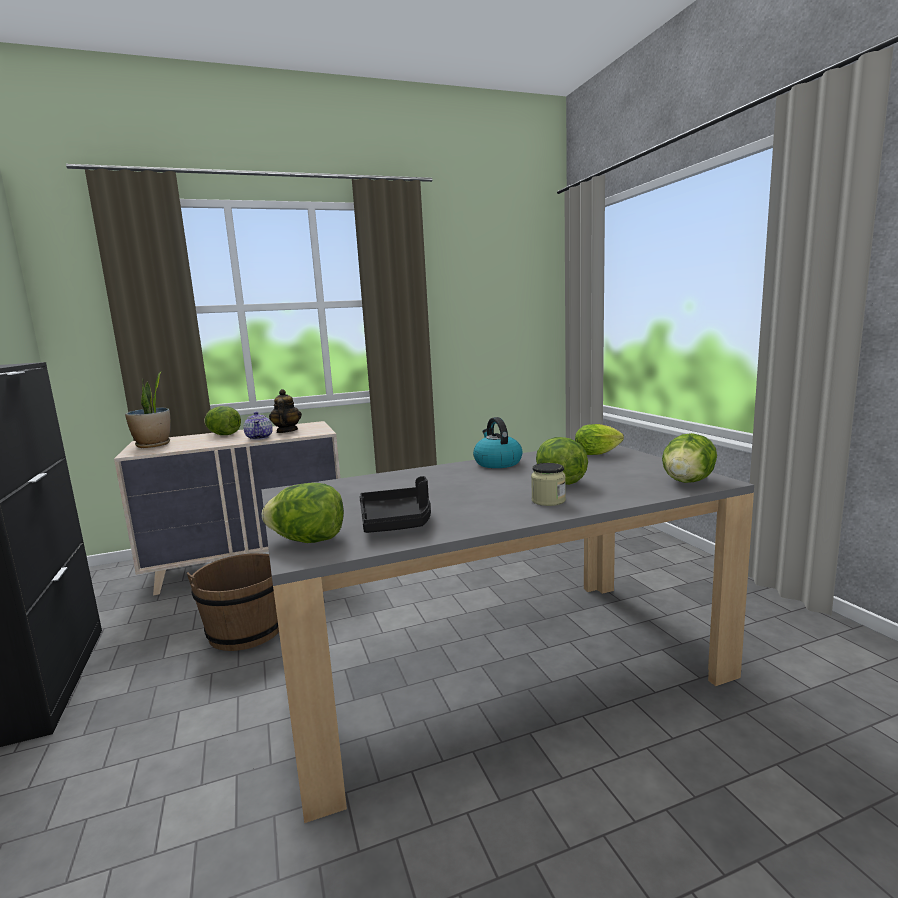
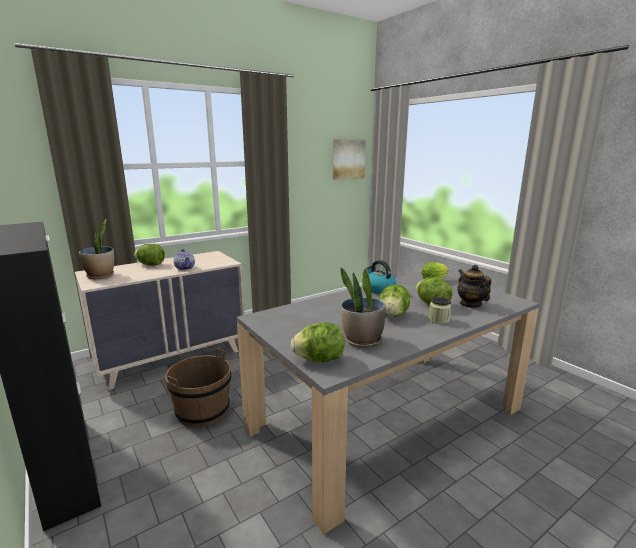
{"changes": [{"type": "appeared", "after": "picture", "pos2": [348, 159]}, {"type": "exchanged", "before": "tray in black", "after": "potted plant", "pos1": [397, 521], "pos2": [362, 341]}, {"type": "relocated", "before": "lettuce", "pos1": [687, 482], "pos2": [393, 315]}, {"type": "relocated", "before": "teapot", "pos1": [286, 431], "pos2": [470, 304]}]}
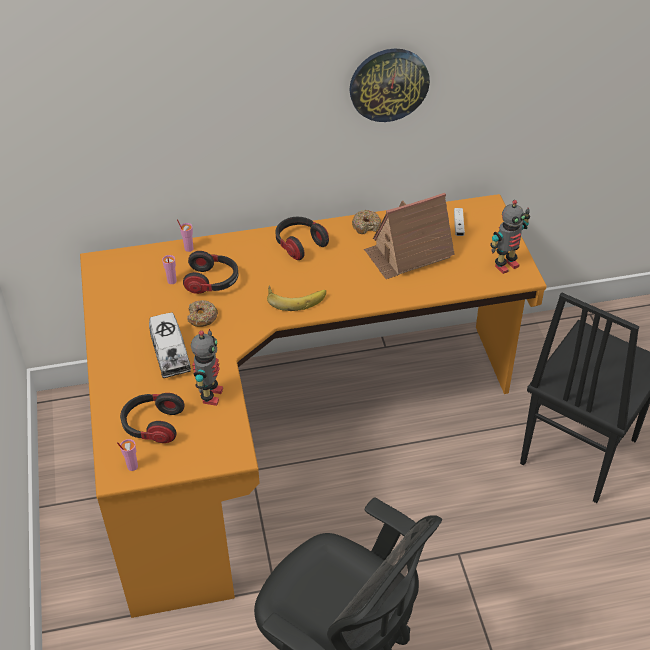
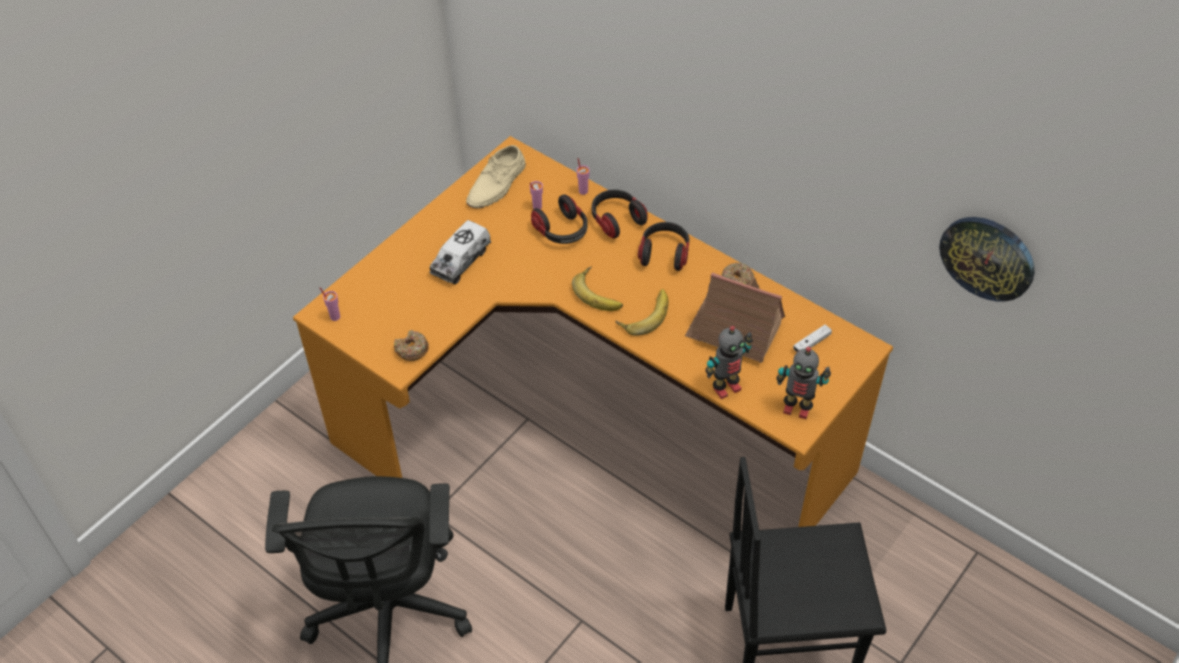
{"changes": [{"type": "relocated", "before": "donut", "pos1": [202, 317], "pos2": [412, 350]}, {"type": "appeared", "after": "shoe in beige", "pos2": [497, 184]}, {"type": "relocated", "before": "headphones", "pos1": [152, 425], "pos2": [616, 220]}, {"type": "appeared", "after": "banana", "pos2": [644, 314]}, {"type": "relocated", "before": "toy robot", "pos1": [210, 395], "pos2": [725, 387]}, {"type": "relocated", "before": "wall clock", "pos1": [388, 84], "pos2": [987, 257]}]}
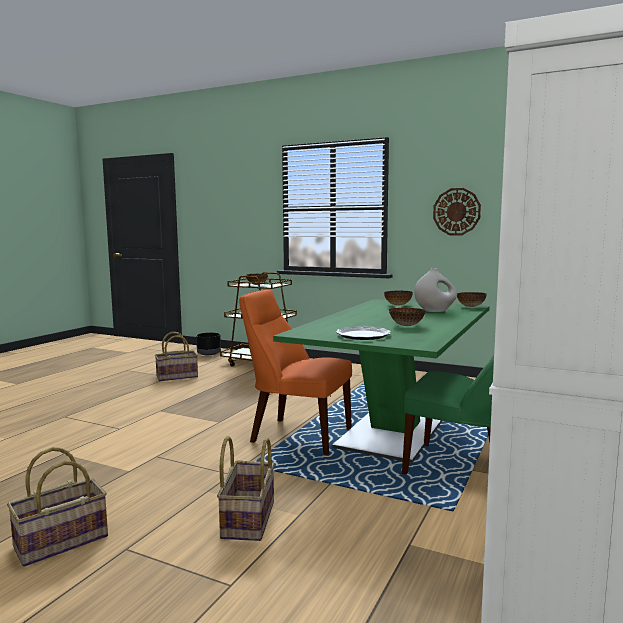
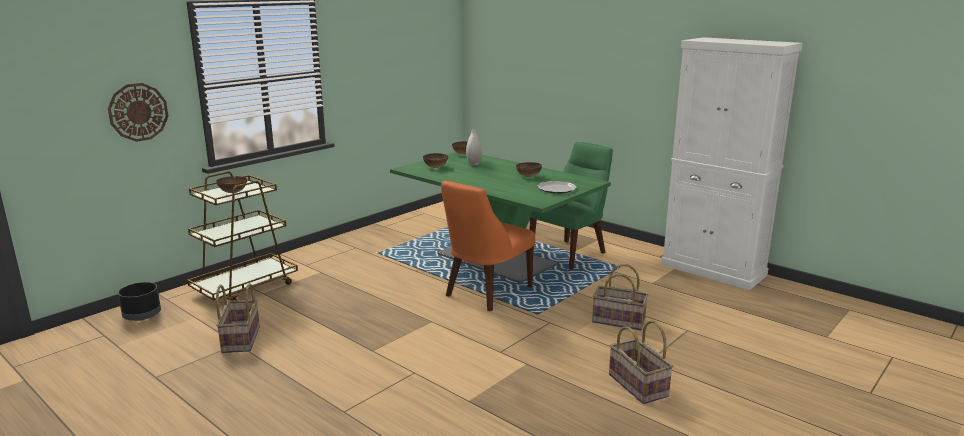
{"changes": [{"type": "relocated", "before": "wall clock", "pos1": [456, 211], "pos2": [138, 112]}]}
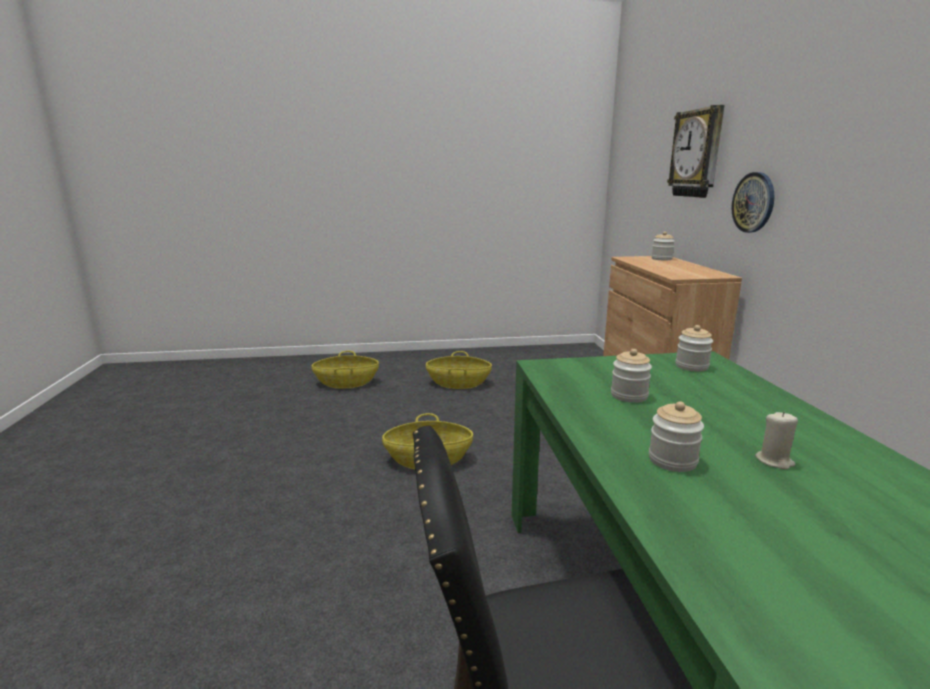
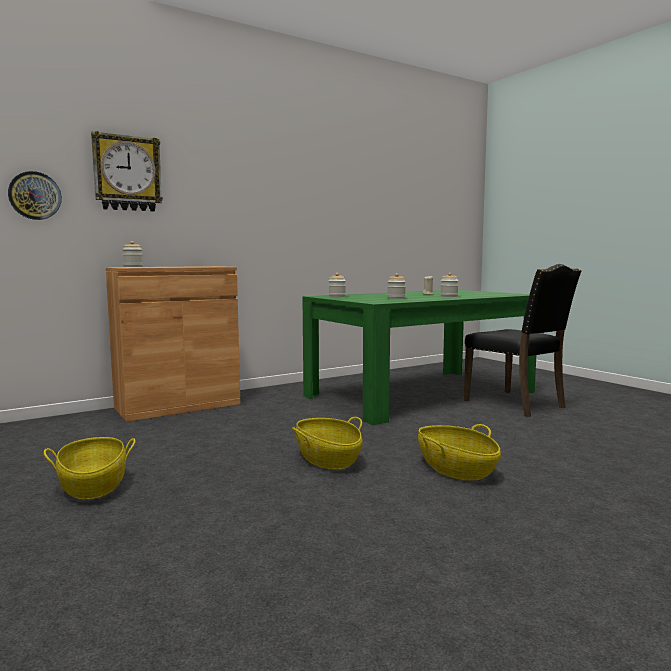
{"changes": [{"type": "relocated", "before": "wall clock", "pos1": [753, 202], "pos2": [35, 195]}, {"type": "relocated", "before": "basket", "pos1": [346, 383], "pos2": [456, 469]}]}
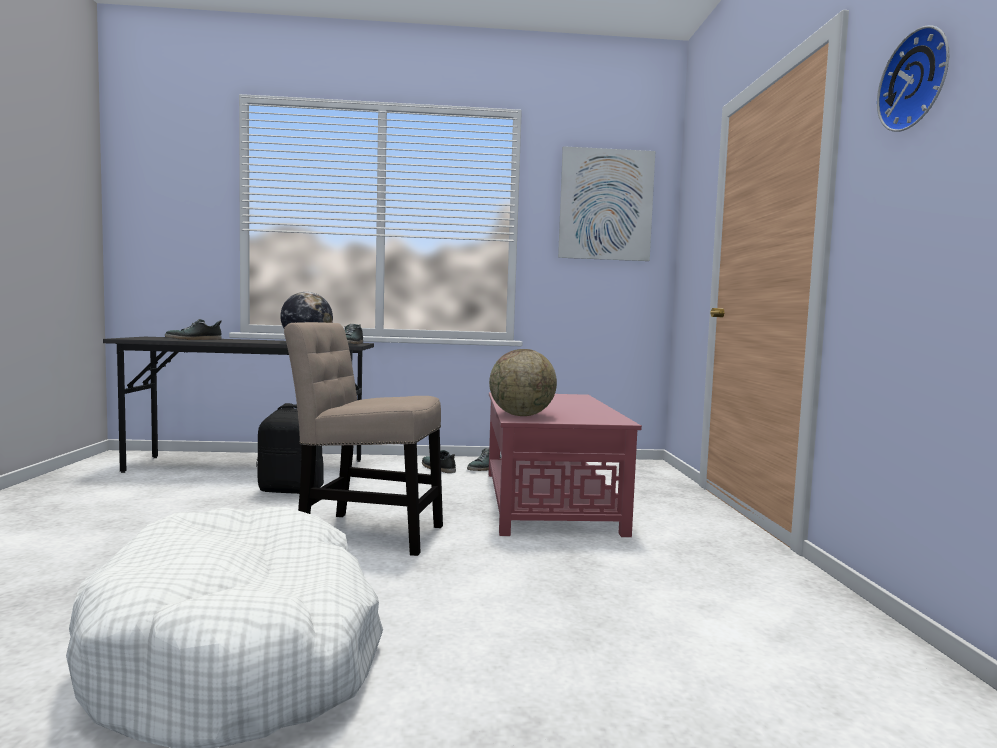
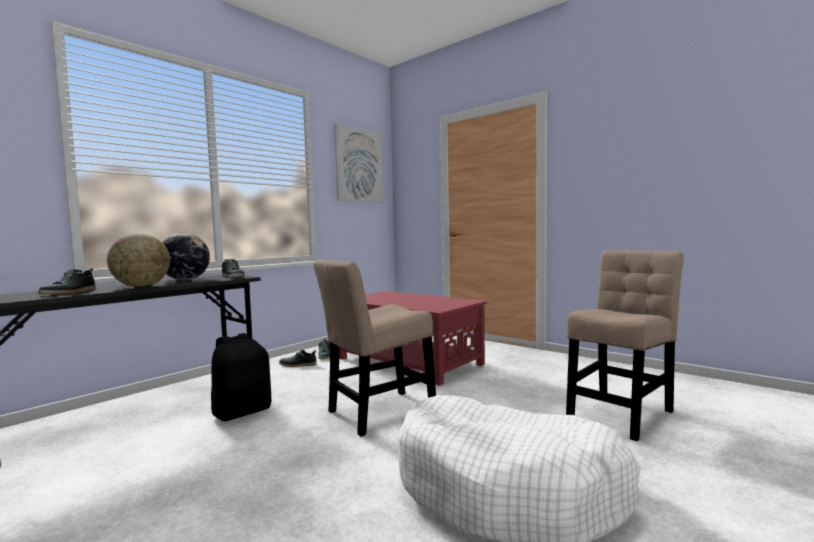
{"changes": [{"type": "relocated", "before": "globe", "pos1": [521, 415], "pos2": [141, 286]}, {"type": "appeared", "after": "chair in beige", "pos2": [621, 413]}, {"type": "missing", "before": "wall clock", "pos1": [918, 80]}]}
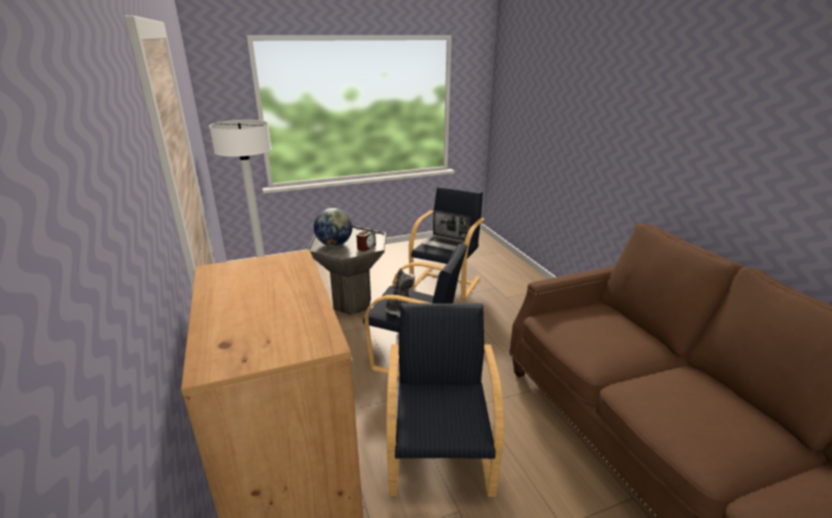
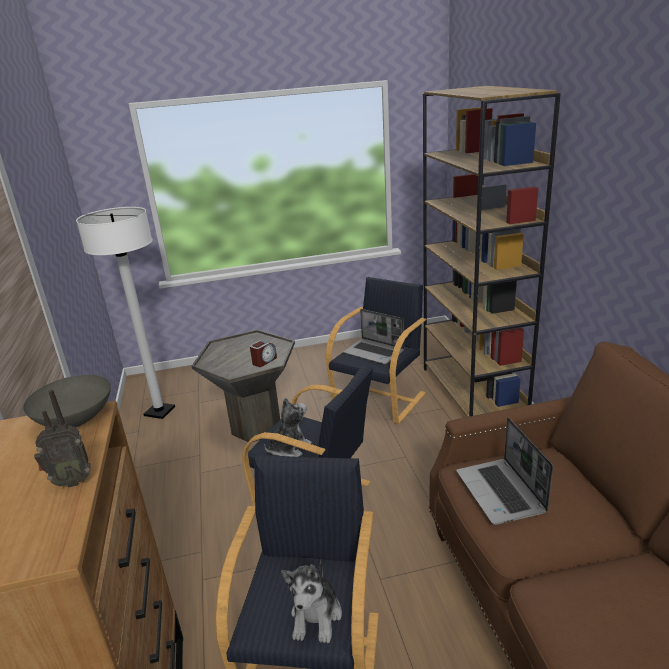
{"changes": [{"type": "appeared", "after": "bowl in grey", "pos2": [75, 421]}, {"type": "appeared", "after": "radio", "pos2": [71, 481]}, {"type": "appeared", "after": "plush toy", "pos2": [316, 616]}, {"type": "appeared", "after": "bookcase in brown", "pos2": [473, 392]}, {"type": "appeared", "after": "laptop", "pos2": [501, 493]}, {"type": "missing", "before": "globe", "pos1": [334, 244]}]}
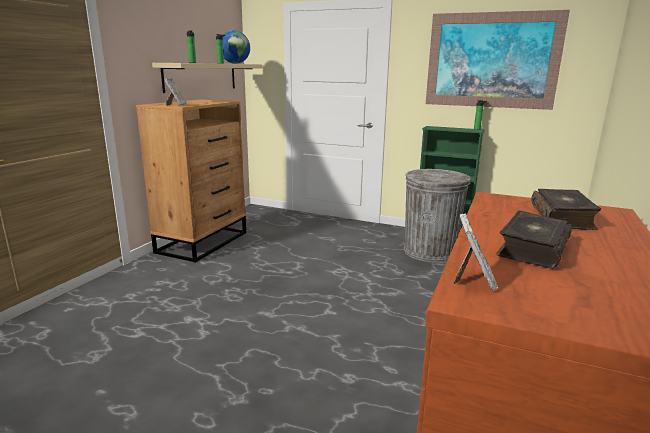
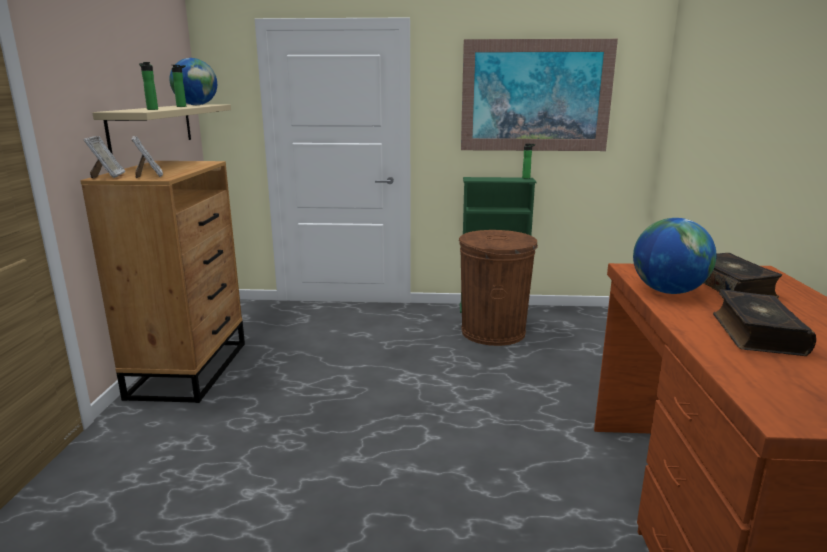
{"changes": [{"type": "relocated", "before": "picture frame", "pos1": [473, 280], "pos2": [108, 176]}, {"type": "colour", "before": "trash can in grey", "after": "trash can in brown", "pos1": [430, 252], "pos2": [493, 332]}, {"type": "appeared", "after": "globe", "pos2": [667, 291]}]}
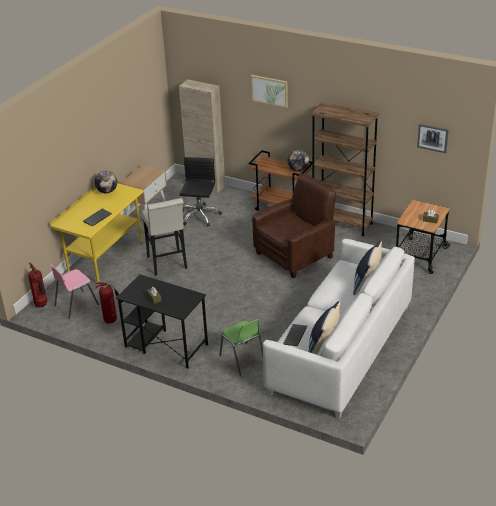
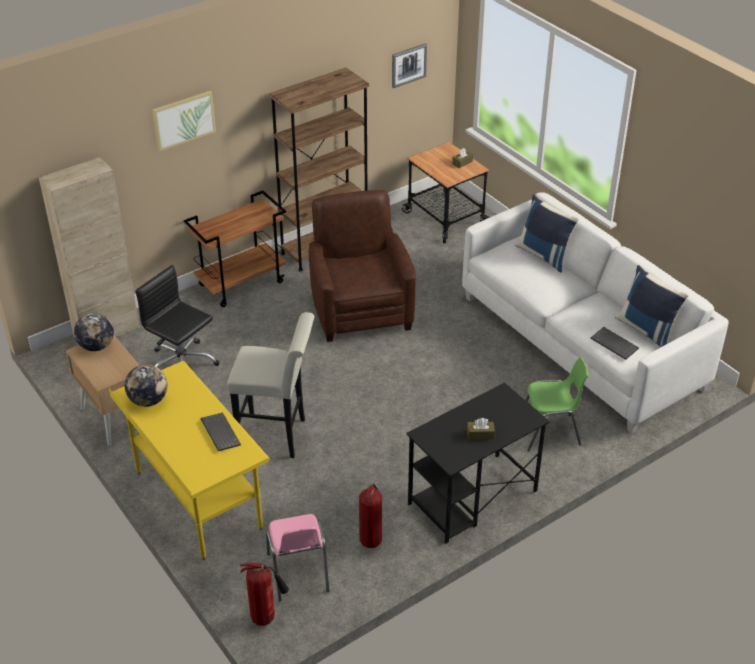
{"changes": [{"type": "relocated", "before": "globe", "pos1": [298, 169], "pos2": [96, 346]}]}
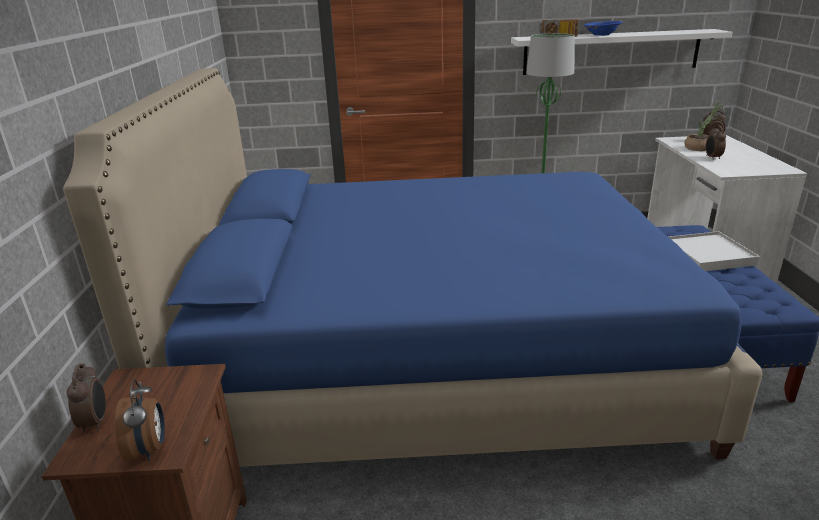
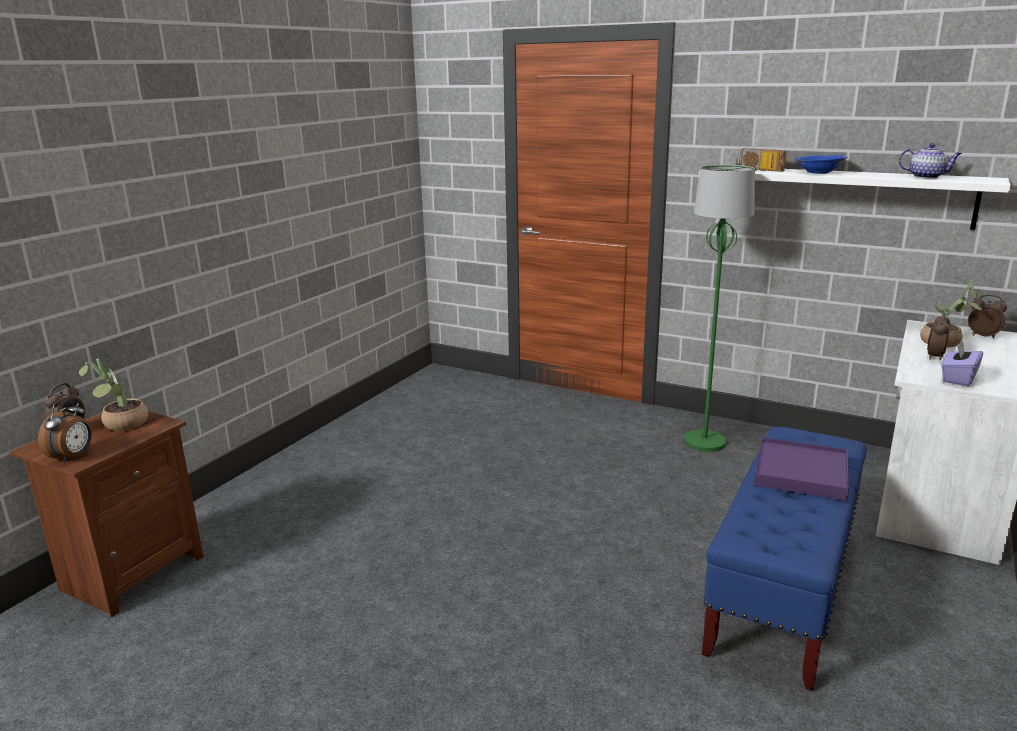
{"changes": [{"type": "appeared", "after": "potted plant", "pos2": [122, 425]}, {"type": "colour", "before": "tray in white", "after": "tray in purple", "pos1": [708, 255], "pos2": [800, 472]}, {"type": "appeared", "after": "teapot", "pos2": [927, 177]}, {"type": "appeared", "after": "tissue box in purple", "pos2": [958, 378]}, {"type": "missing", "before": "bed in blue", "pos1": [433, 357]}]}
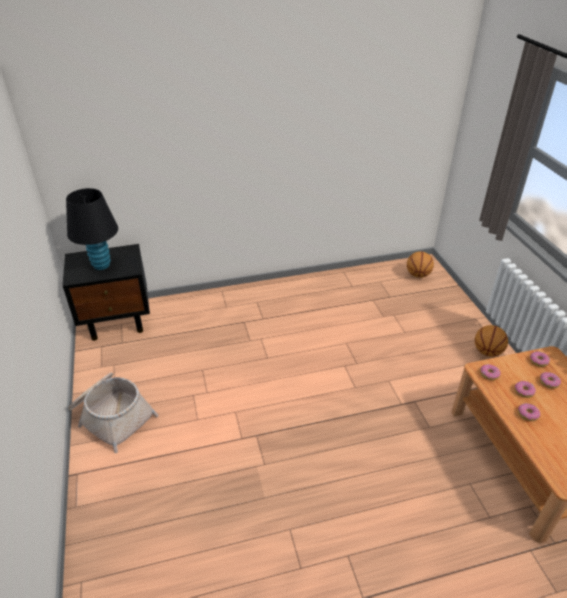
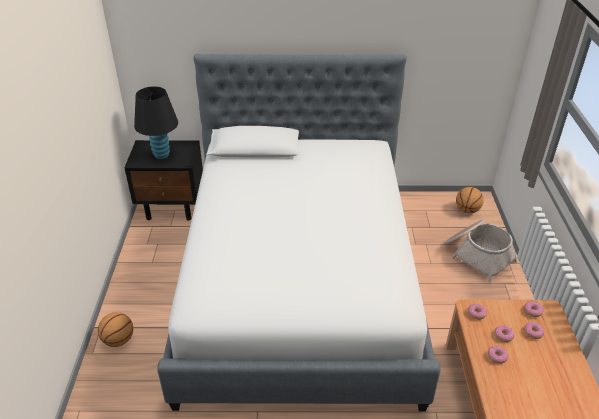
{"changes": [{"type": "relocated", "before": "basketball", "pos1": [487, 351], "pos2": [118, 340]}, {"type": "appeared", "after": "bed", "pos2": [299, 282]}, {"type": "relocated", "before": "basket", "pos1": [112, 416], "pos2": [477, 255]}]}
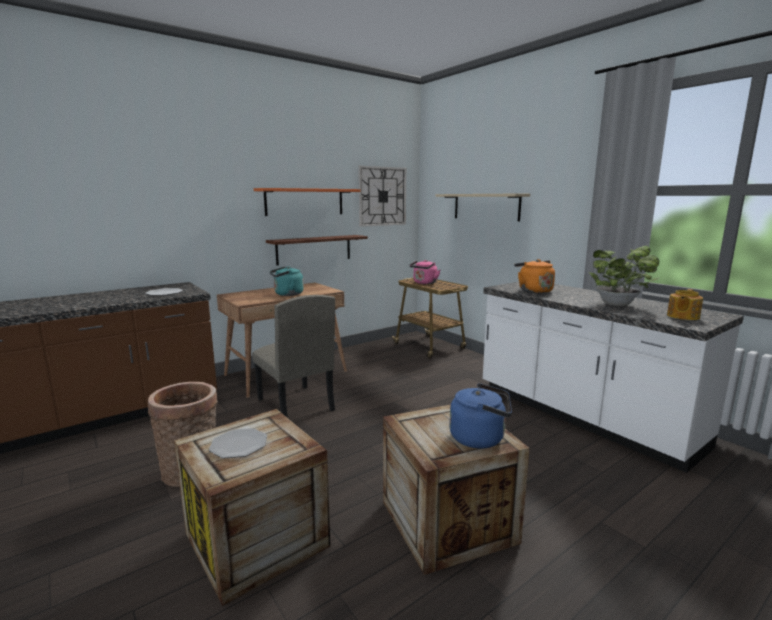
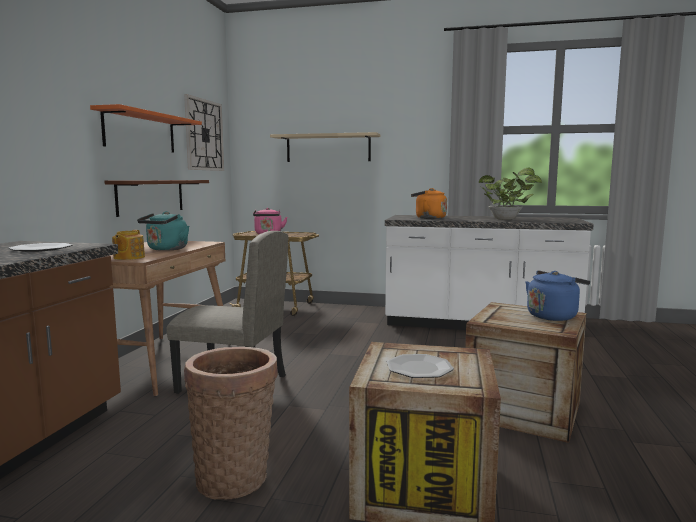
{"changes": [{"type": "relocated", "before": "teapot", "pos1": [682, 316], "pos2": [128, 257]}]}
